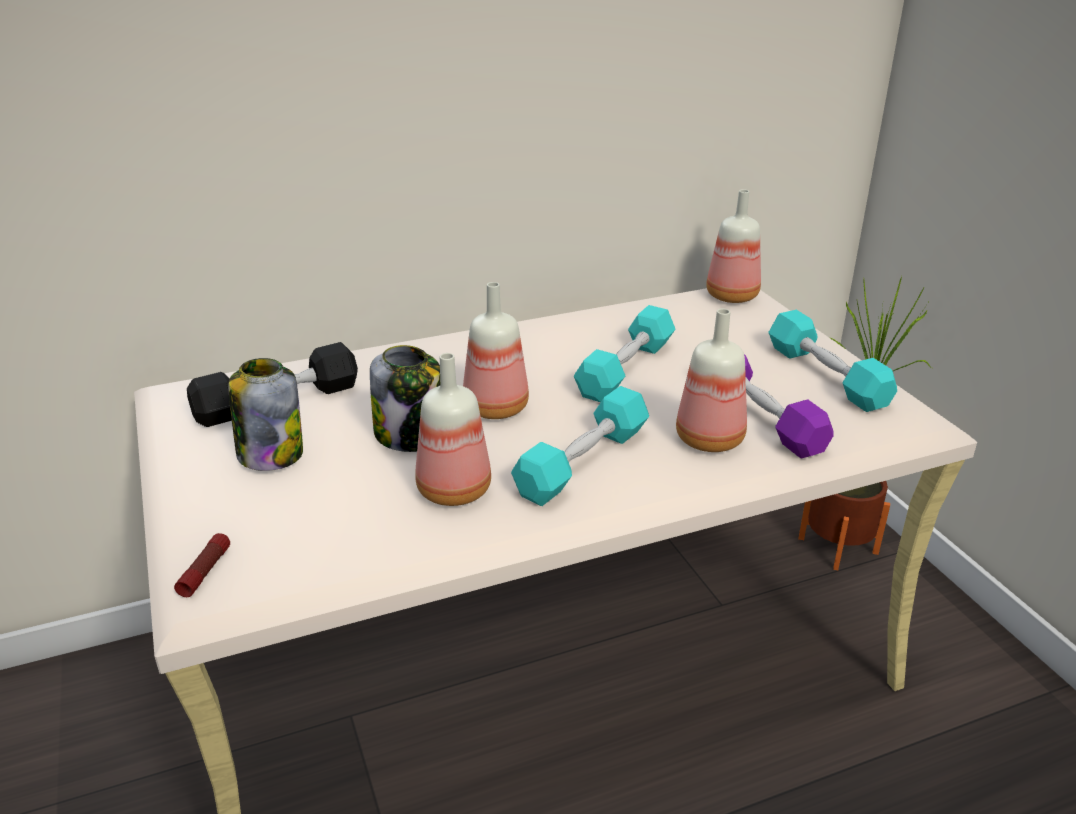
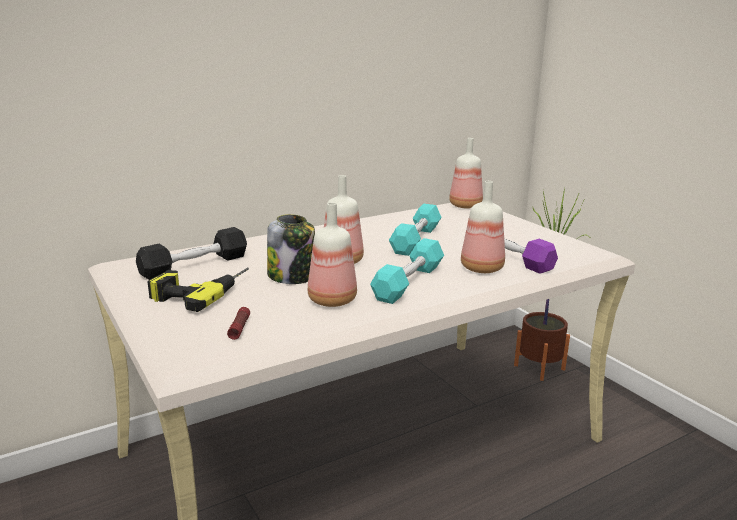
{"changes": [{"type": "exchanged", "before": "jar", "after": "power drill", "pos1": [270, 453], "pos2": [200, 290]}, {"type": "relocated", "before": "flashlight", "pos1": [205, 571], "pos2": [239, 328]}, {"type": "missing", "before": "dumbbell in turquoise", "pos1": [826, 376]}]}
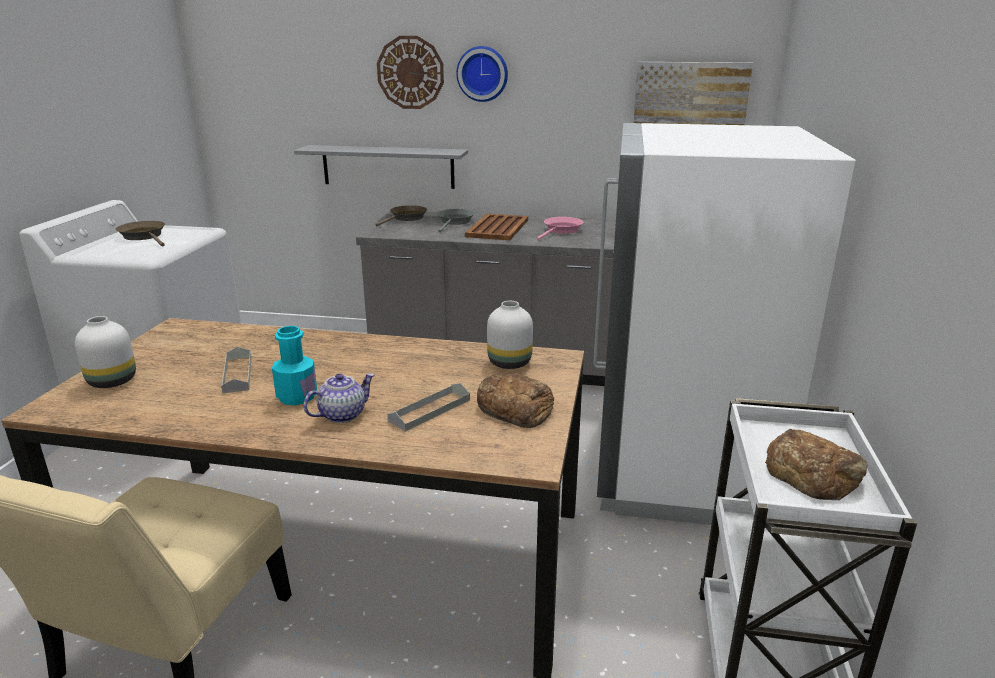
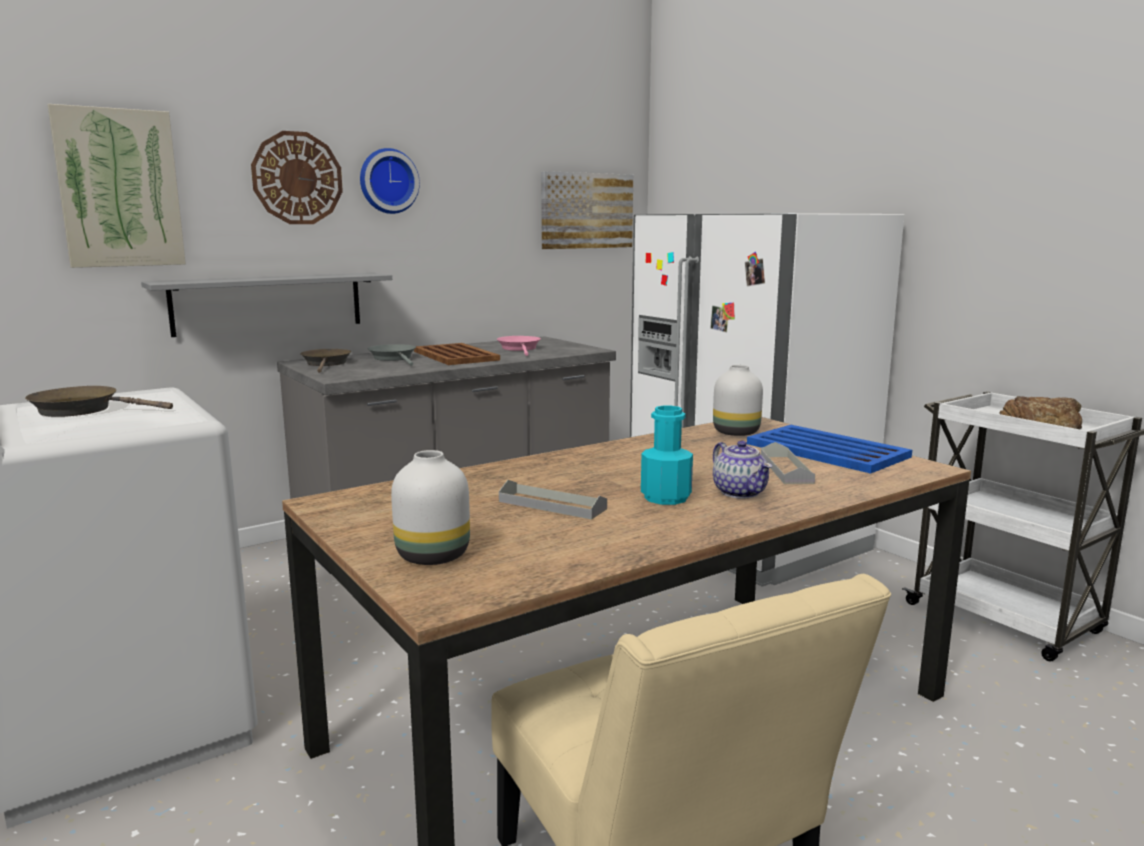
{"changes": [{"type": "appeared", "after": "picture", "pos2": [119, 188]}, {"type": "spun", "before": "teapot", "pos1": [342, 414], "pos2": [740, 492], "turn": 150}, {"type": "exchanged", "before": "bread", "after": "tray in blue", "pos1": [515, 408], "pos2": [827, 451]}]}
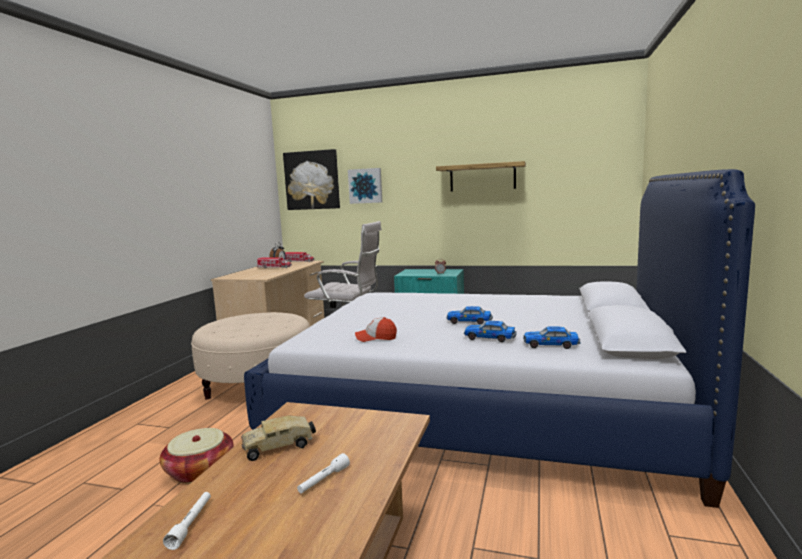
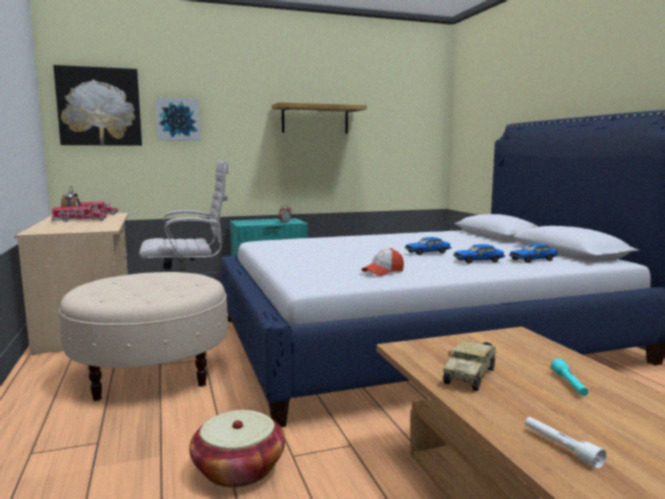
{"changes": [{"type": "colour", "before": "flashlight in white", "after": "flashlight in turquoise", "pos1": [323, 480], "pos2": [569, 384]}]}
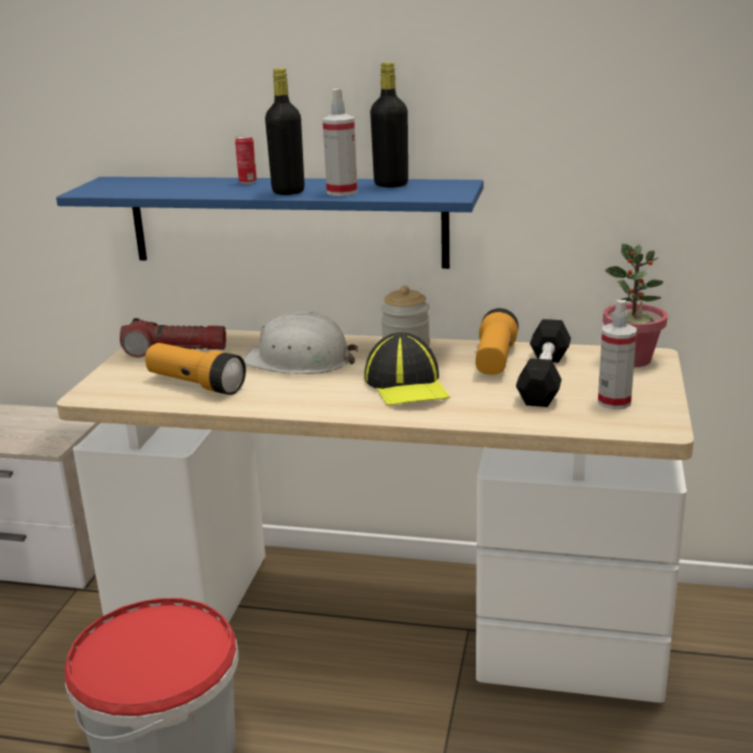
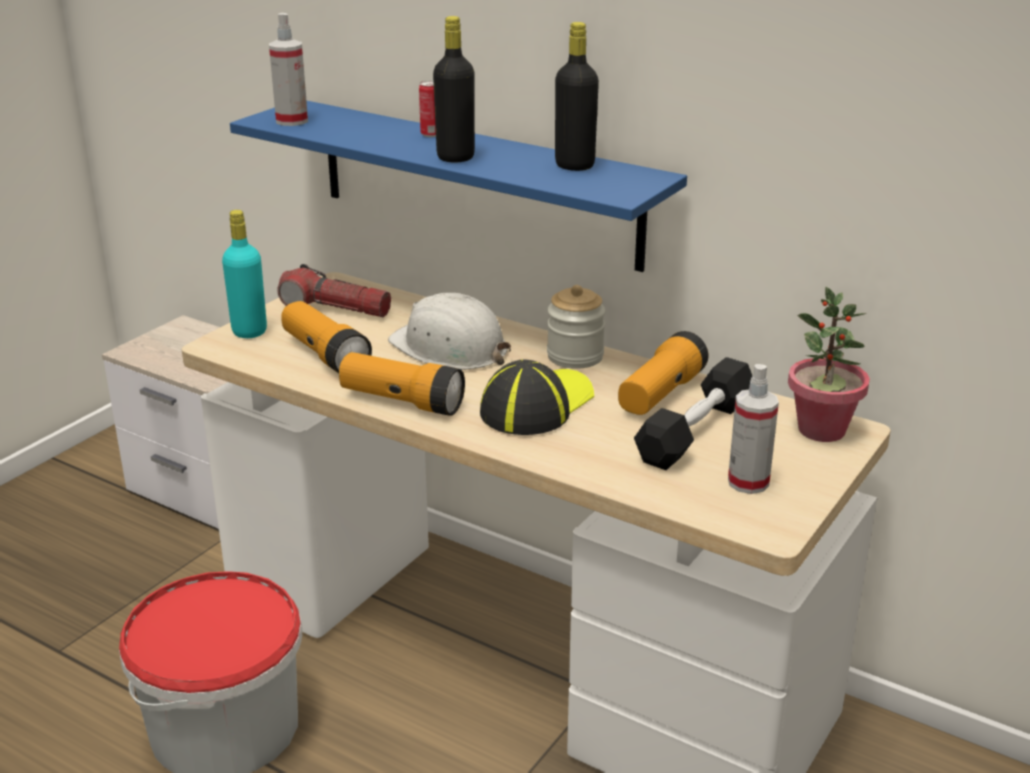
{"changes": [{"type": "appeared", "after": "bottle in turquoise", "pos2": [249, 331]}, {"type": "relocated", "before": "spray bottle", "pos1": [342, 192], "pos2": [292, 121]}, {"type": "appeared", "after": "flashlight", "pos2": [402, 401]}, {"type": "spun", "before": "cap", "pos1": [407, 385], "pos2": [536, 405], "turn": -150}]}
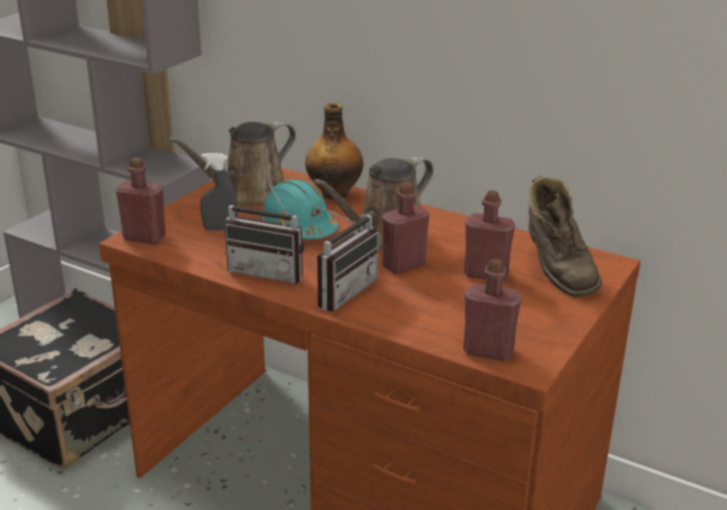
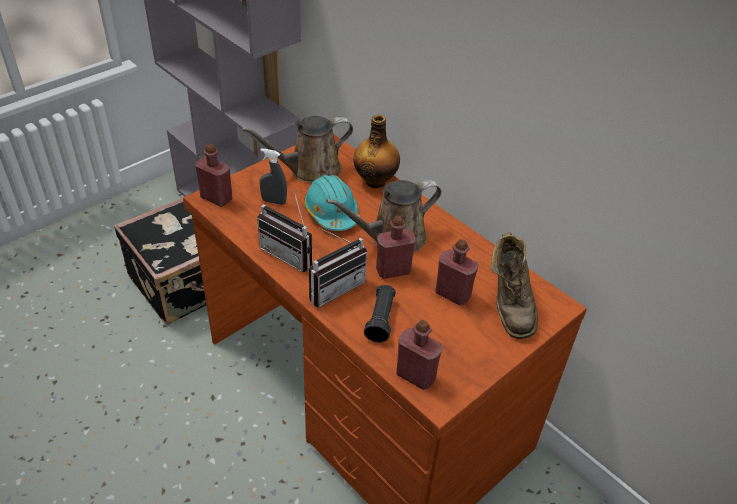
{"changes": [{"type": "appeared", "after": "flashlight in black", "pos2": [381, 320]}]}
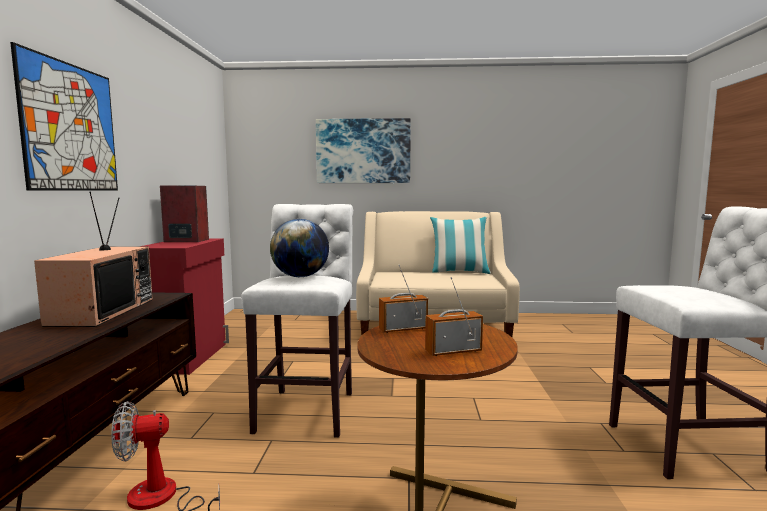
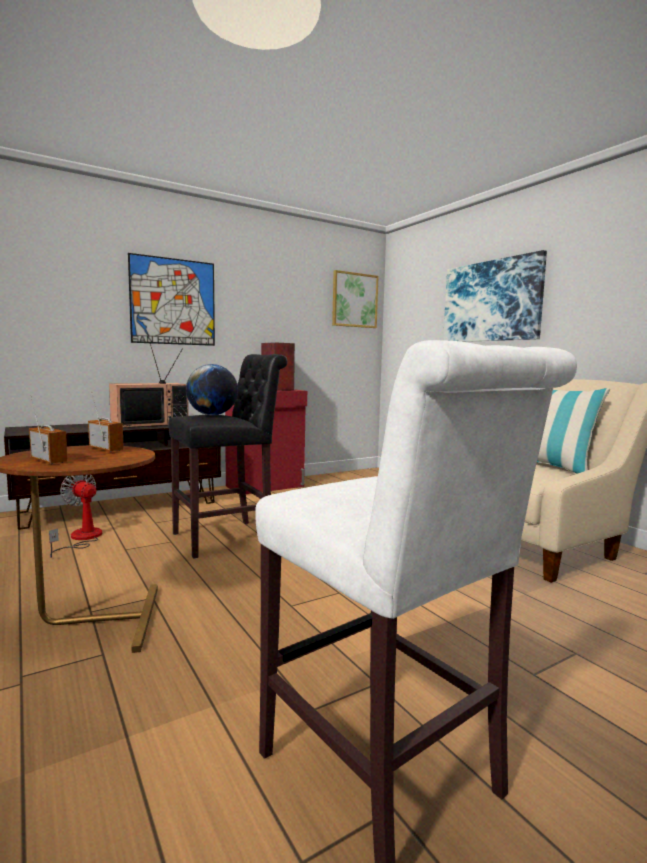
{"changes": [{"type": "colour", "before": "stool in white", "after": "stool in black", "pos1": [308, 409], "pos2": [228, 538]}, {"type": "appeared", "after": "picture", "pos2": [354, 300]}]}
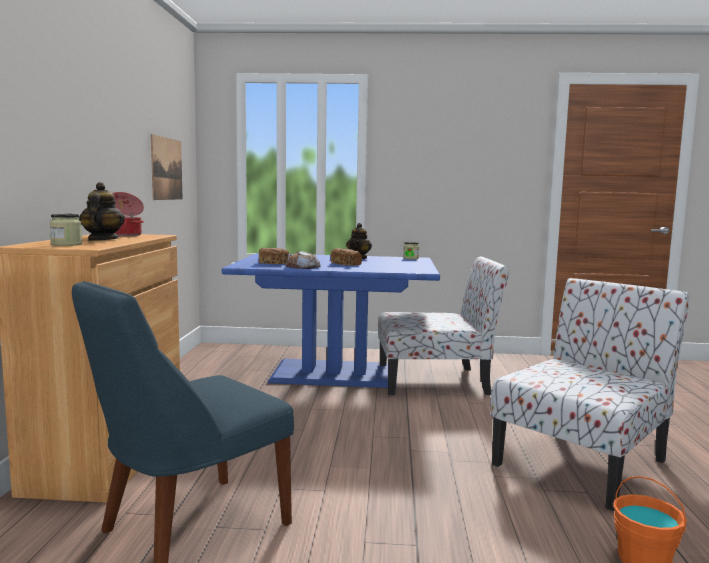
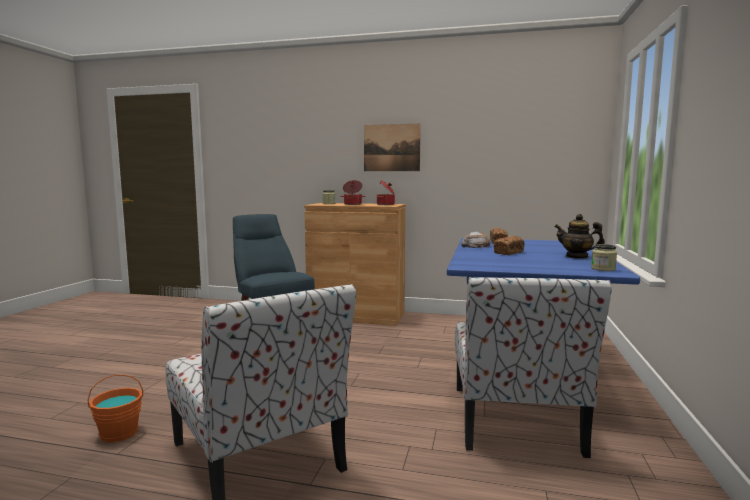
{"changes": [{"type": "exchanged", "before": "teapot", "after": "cooking pot", "pos1": [102, 240], "pos2": [353, 204]}, {"type": "relocated", "before": "picture", "pos1": [167, 169], "pos2": [391, 148]}]}
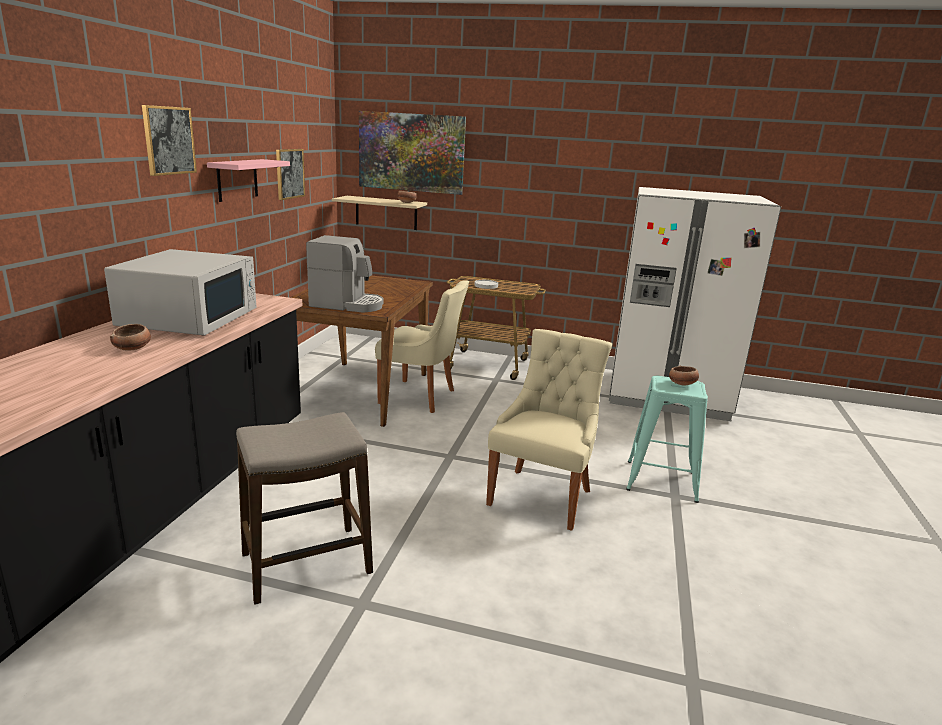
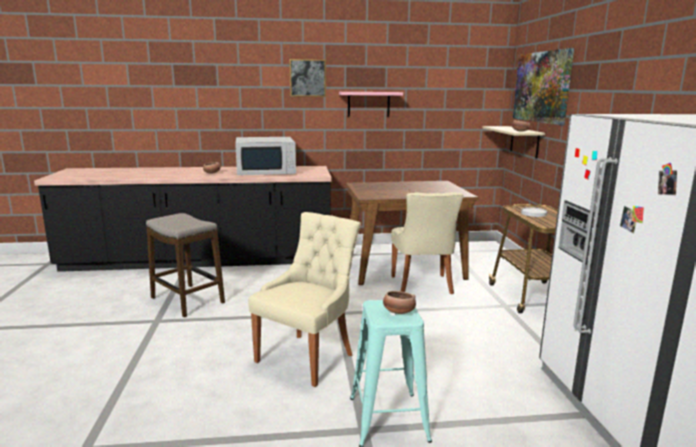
{"changes": [{"type": "spun", "before": "chair in beige", "pos1": [542, 495], "pos2": [307, 357], "turn": -60}, {"type": "missing", "before": "picture", "pos1": [289, 173]}, {"type": "missing", "before": "coffee machine", "pos1": [347, 304]}]}
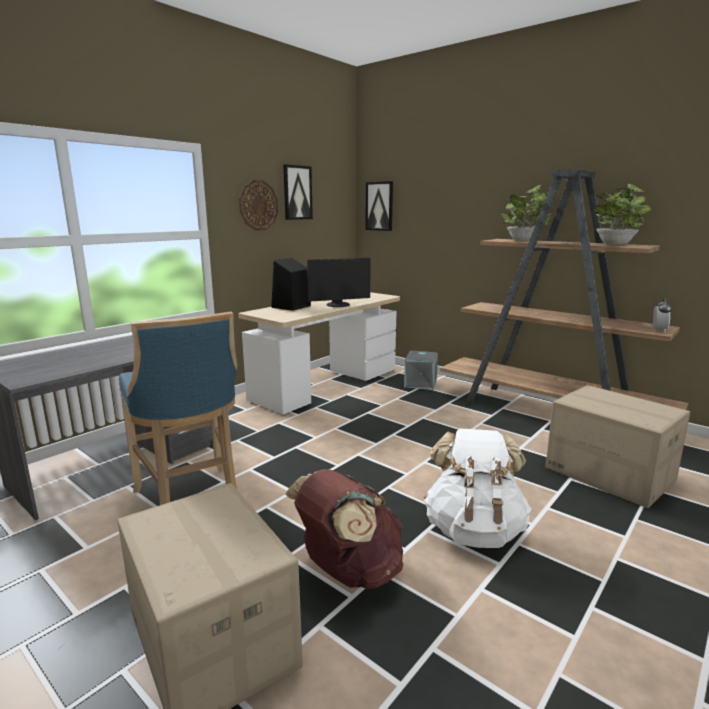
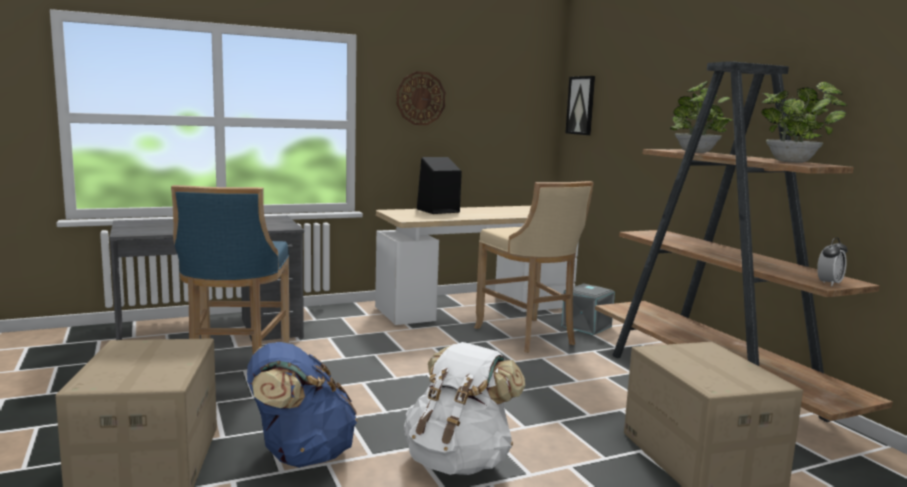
{"changes": [{"type": "colour", "before": "backpack in brown", "after": "backpack in blue", "pos1": [348, 571], "pos2": [300, 455]}, {"type": "appeared", "after": "stool in beige", "pos2": [528, 336]}, {"type": "missing", "before": "picture", "pos1": [297, 192]}, {"type": "missing", "before": "monitor", "pos1": [338, 305]}]}
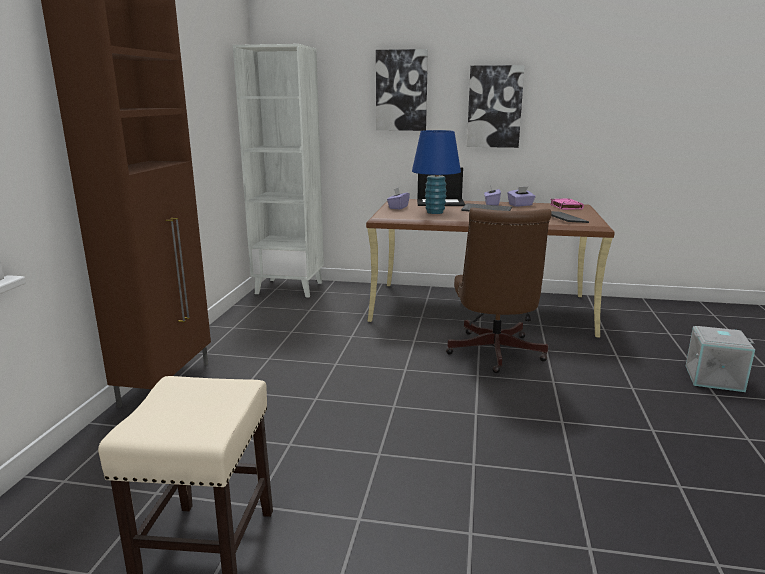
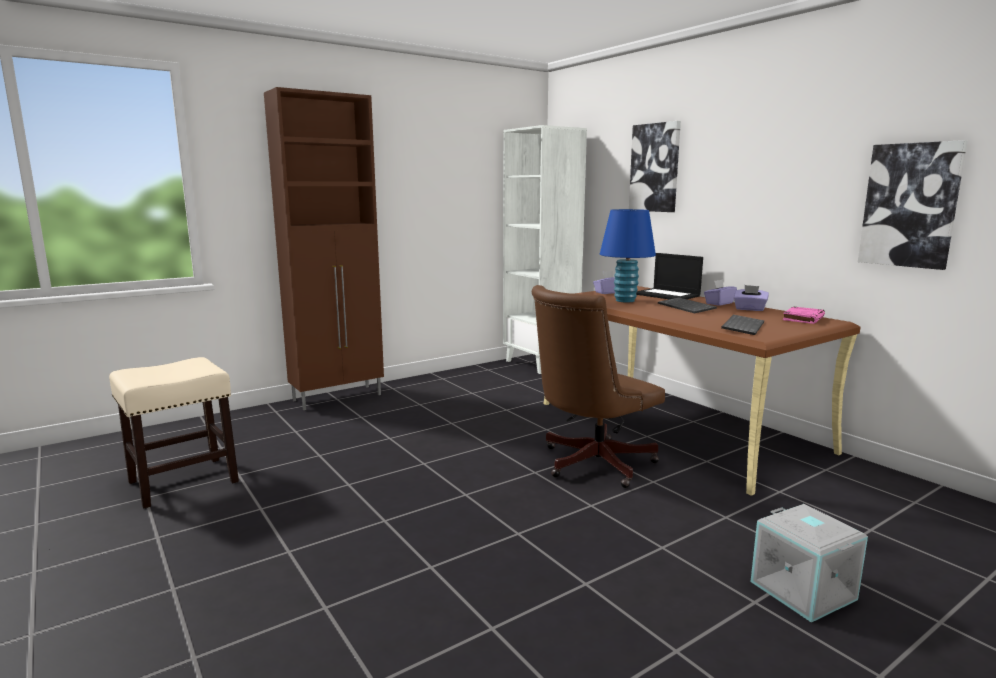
{"changes": [{"type": "relocated", "before": "picture", "pos1": [494, 107], "pos2": [910, 205]}]}
